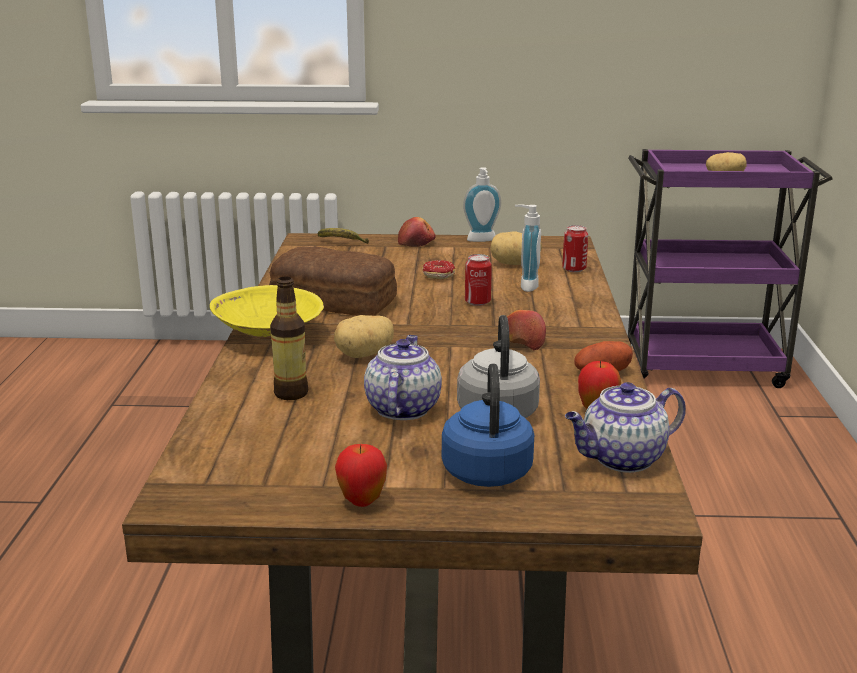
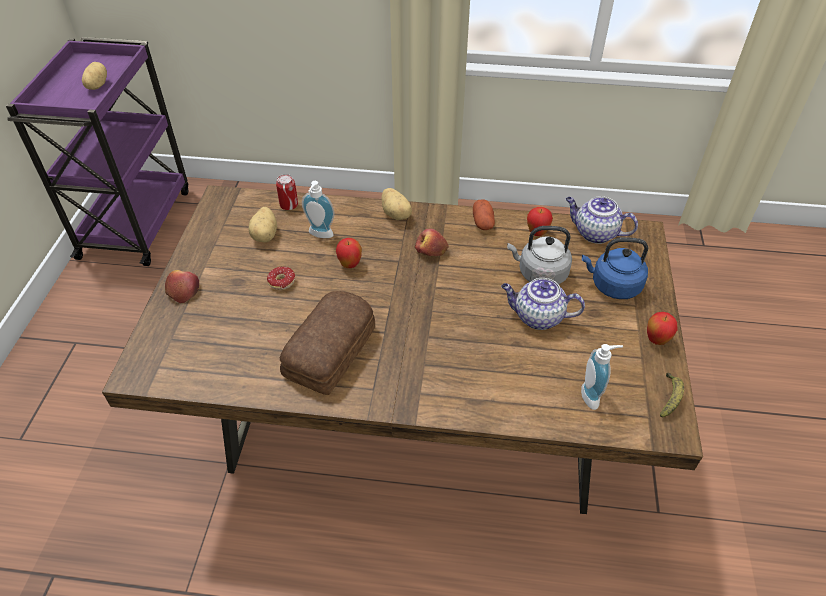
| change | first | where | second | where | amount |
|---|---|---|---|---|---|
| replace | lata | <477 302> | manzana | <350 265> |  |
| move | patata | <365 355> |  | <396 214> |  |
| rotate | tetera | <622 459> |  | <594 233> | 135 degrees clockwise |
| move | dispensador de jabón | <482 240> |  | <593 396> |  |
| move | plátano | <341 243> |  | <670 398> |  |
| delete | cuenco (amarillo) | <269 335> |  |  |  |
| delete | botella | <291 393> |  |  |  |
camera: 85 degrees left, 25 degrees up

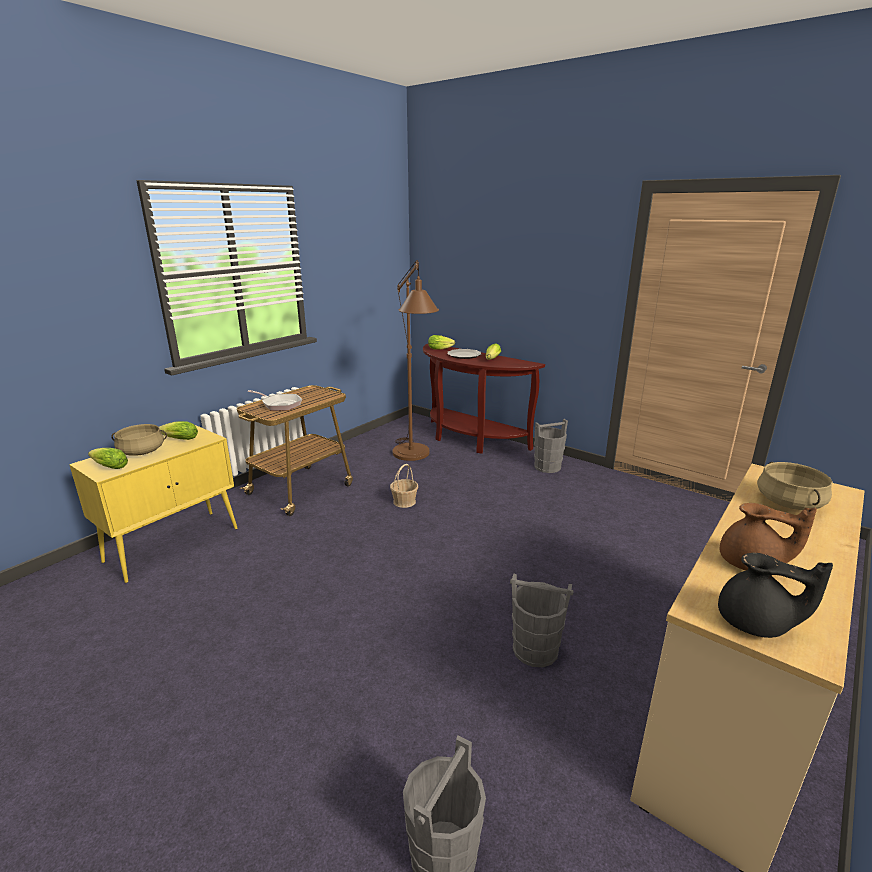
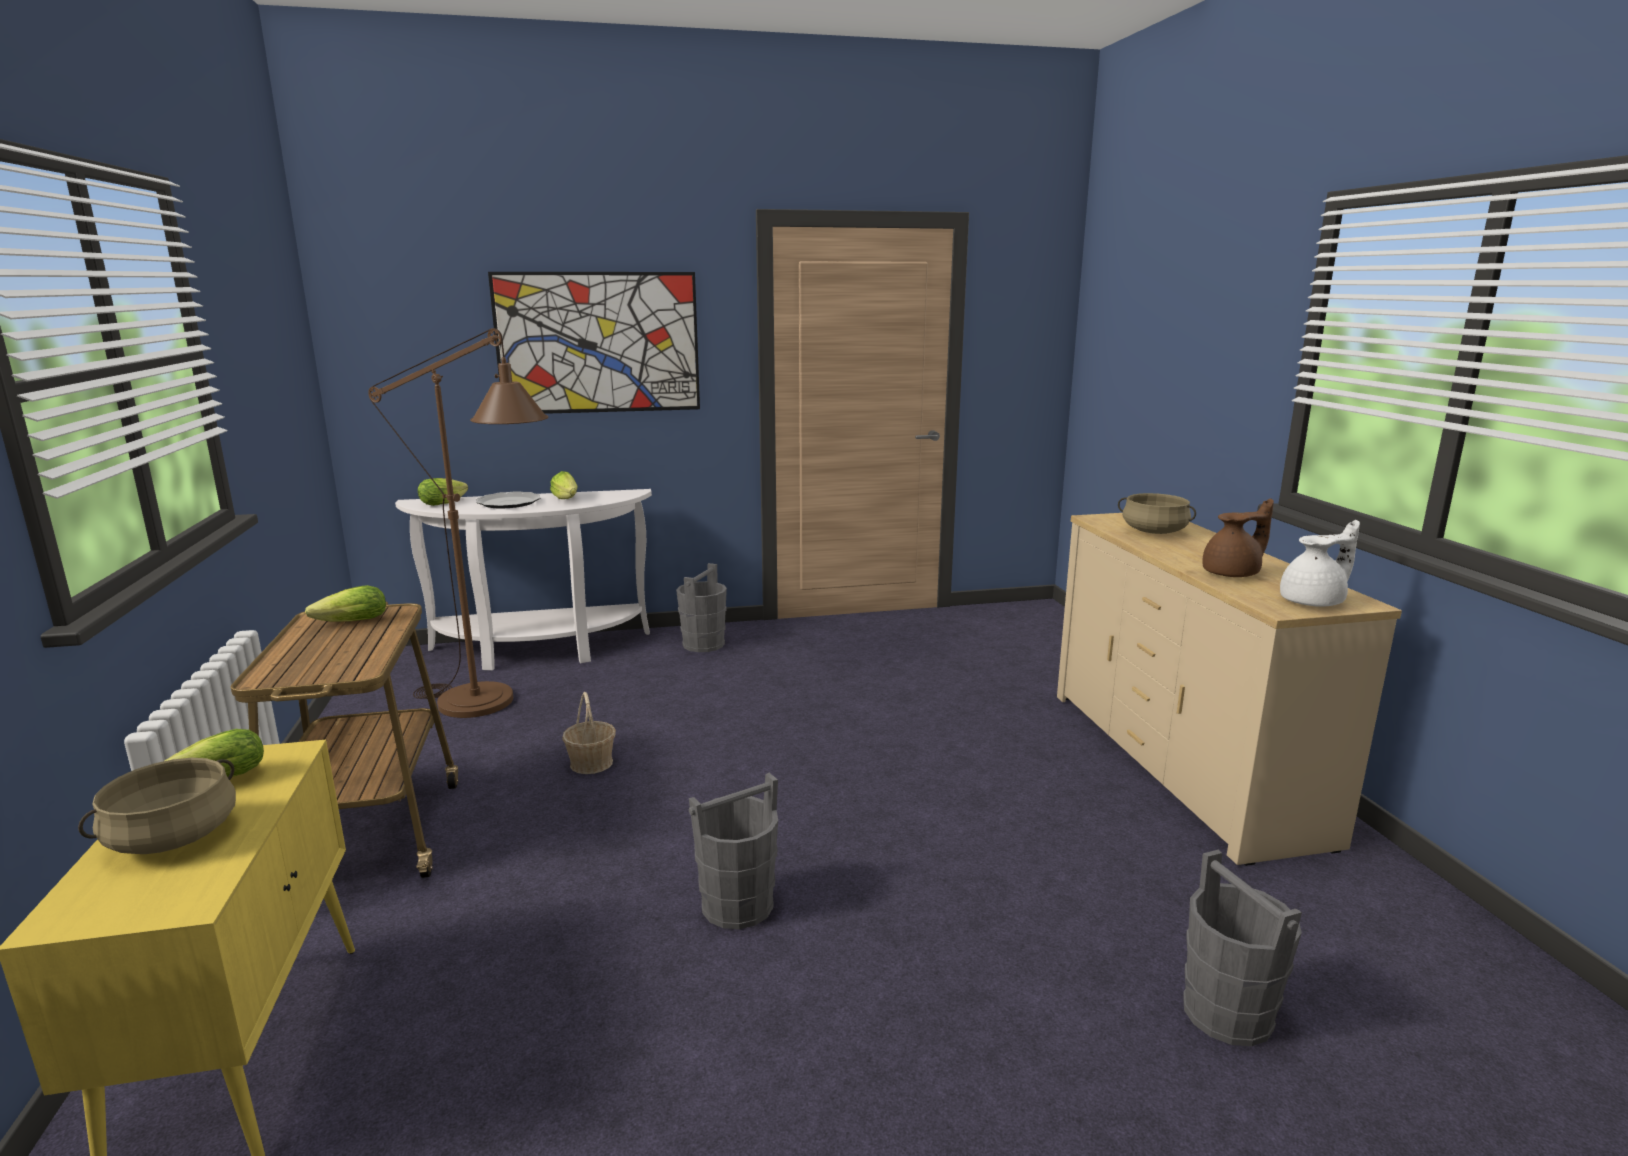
| change | first | where | second | where | amount |
|---|---|---|---|---|---|
| move | lechuga | <108 467> |  | <348 623> |  |
| recolor | mesa consola (marrón) | <470 439> | mesa consola (blanco) | <539 651> |  |
| insert |  |  | cuadro | <598 343> |  |
| move | cubo (gris) | <534 649> |  | <736 905> |  |
| recolor | tetera (negro) | <755 624> | tetera (blanco) | <1314 602> |  |
| delete | sartén | <279 404> |  |  |  |
camera: 50 degrees left, 5 degrees down

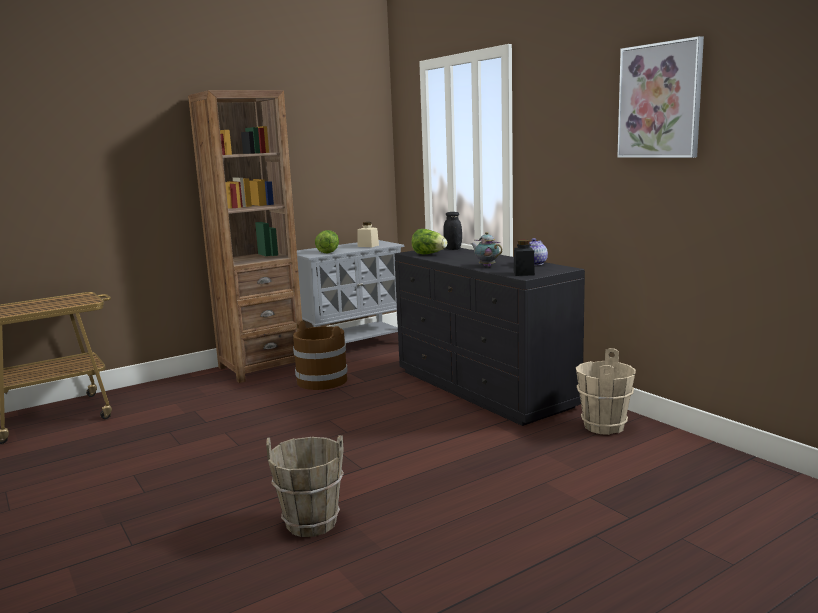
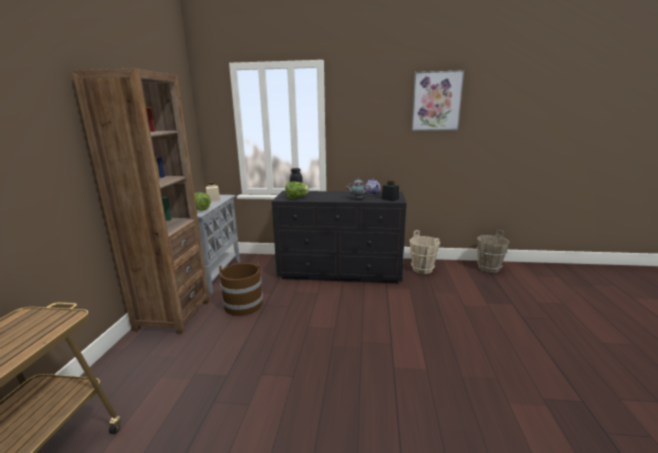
| change | first | where | second | where | amount |
|---|---|---|---|---|---|
| move | cubo (marrón) | <311 522> |  | <488 268> |  |
camera: 50 degrees left, 5 degrees up

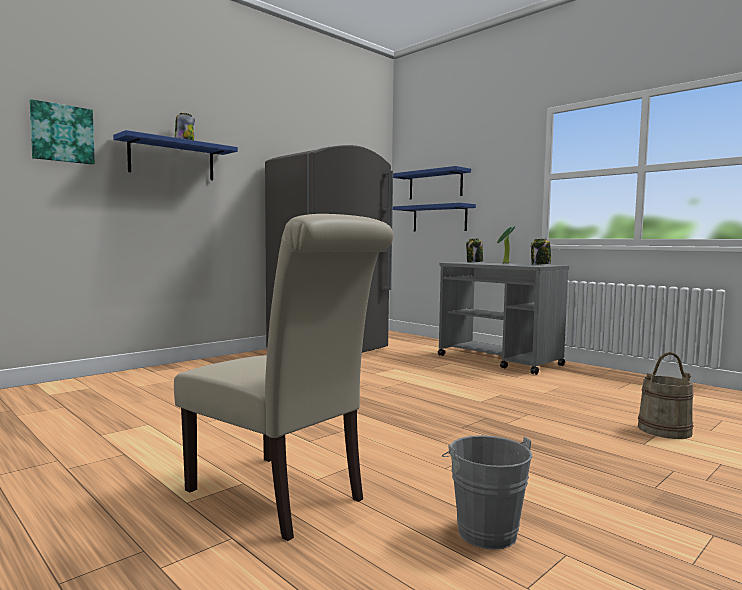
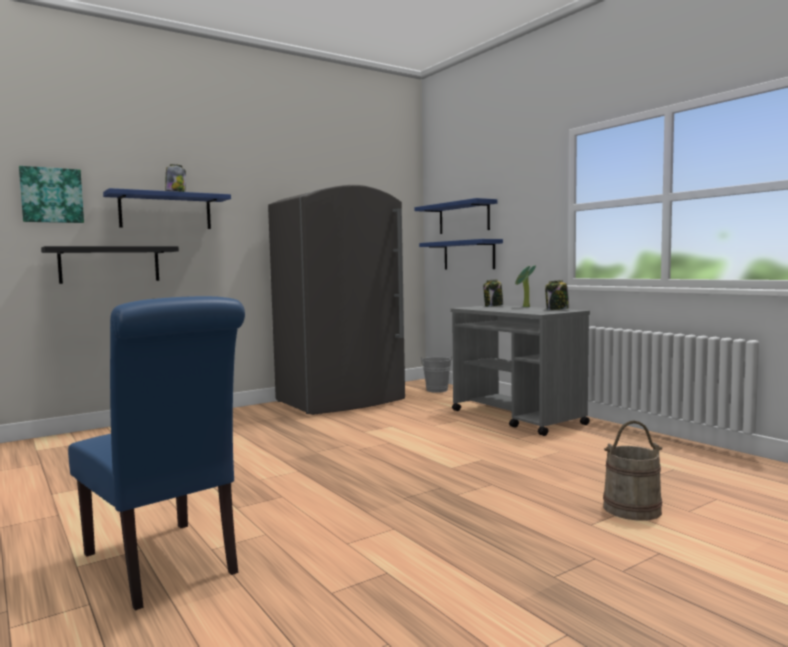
| change | first | where | second | where | amount |
|---|---|---|---|---|---|
| insert |  |  | estante (negro) | <110 264> |  |
| recolor | silla (beis) | <282 497> | silla (azul) | <165 566> |  |
| move | cubo (gris) | <483 529> |  | <436 389> |  |
camera: 10 degrees right, 0 degrees up

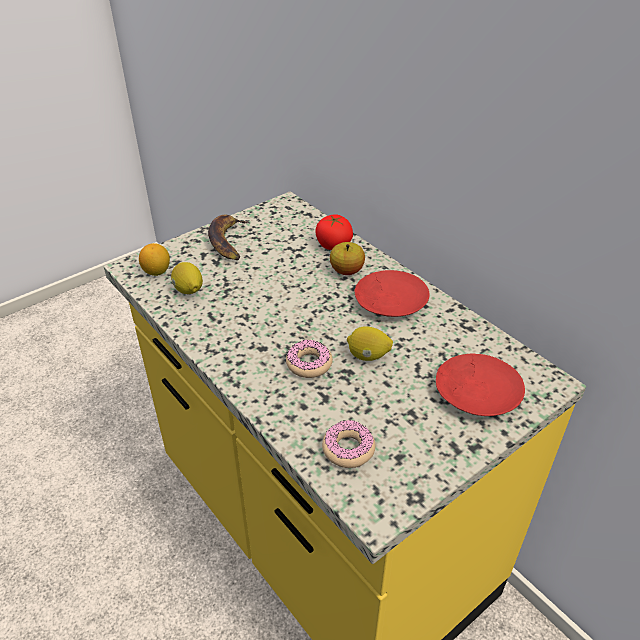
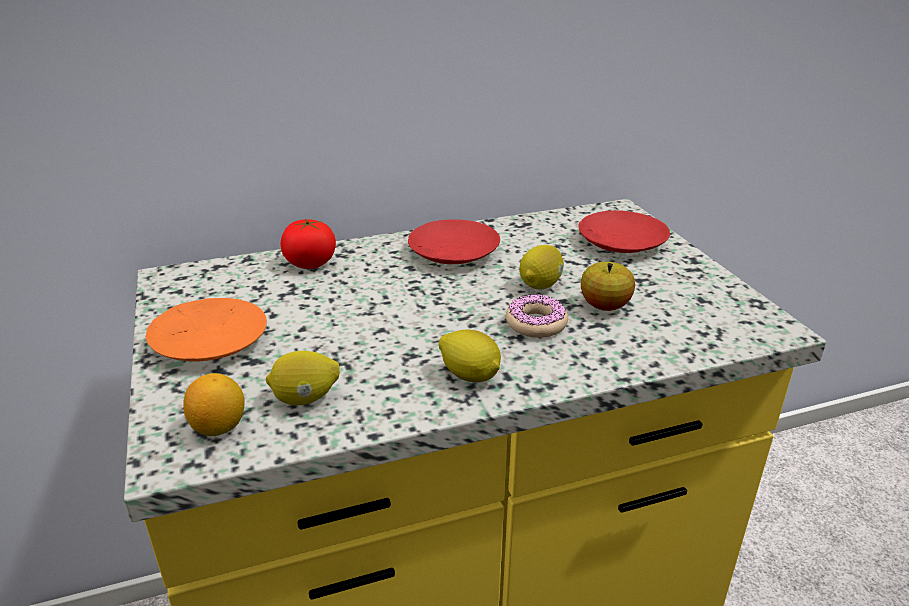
| change | first | where | second | where | amount |
|---|---|---|---|---|---|
| replace | plátano | <228 241> | plato (naranja) | <209 341> |  |
| insert |  |  | limón | <470 375> |  |
| move | manzana | <346 271> |  | <605 306> |  |
| delete | rosquilla | <348 449> |  |  |  |
camera: 70 degrees left, 10 degrees down

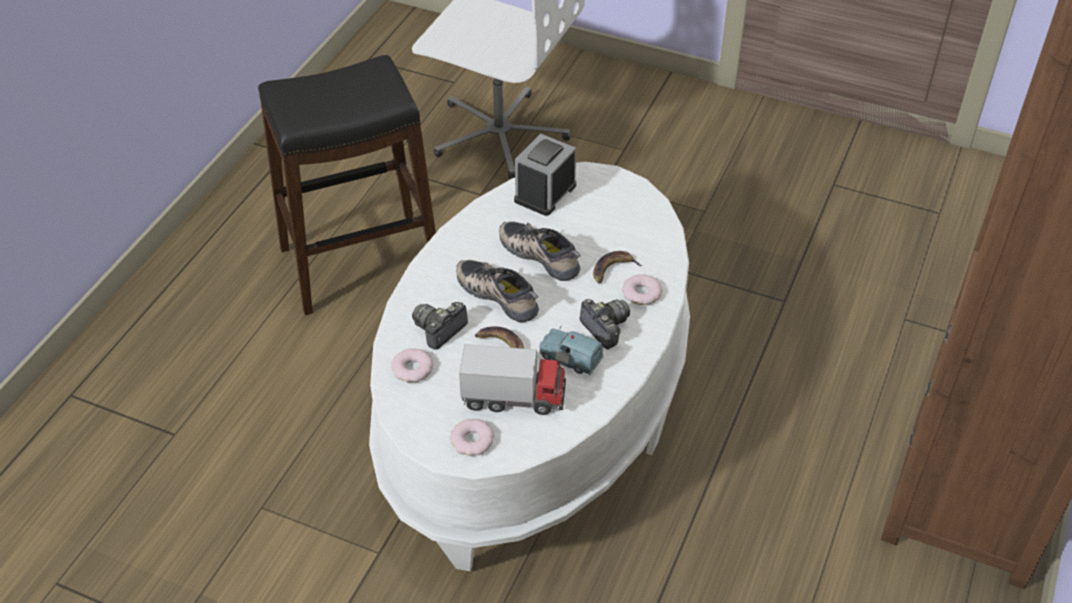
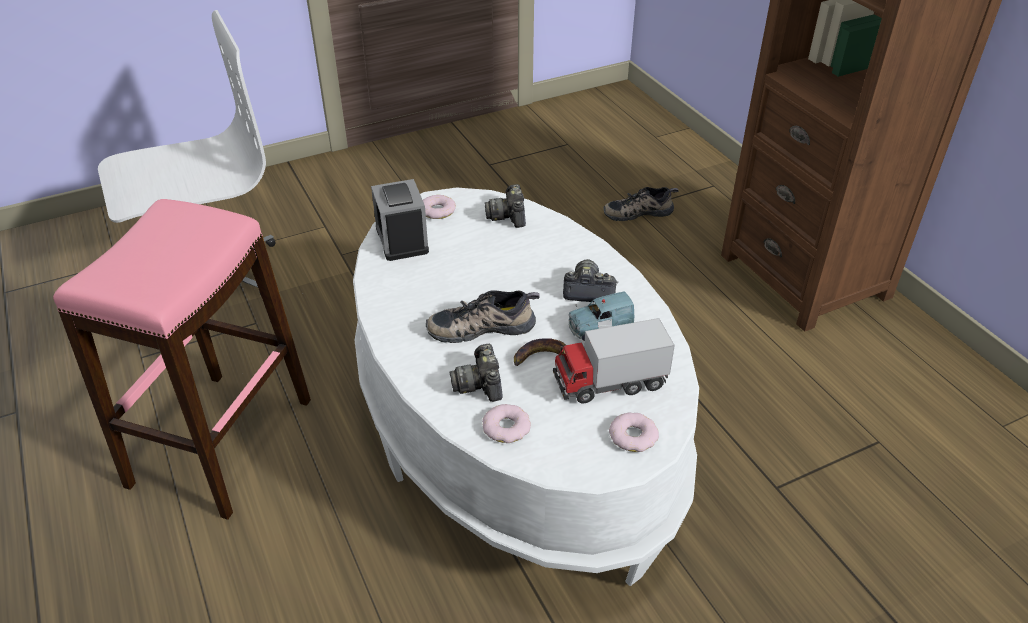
| change | first | where | second | where | amount |
|---|---|---|---|---|---|
| recolor | taburete (negro) | <360 262> | taburete (rosa) | <221 441> |  |
| move | rosquilla | <641 293> |  | <437 211> |  |
| insert |  |  | cámara | <508 216> |  |
| rotate | camión de juguete | <514 398> |  | <609 383> | 150 degrees counterclockwise |
| move | zapato | <542 254> |  | <638 211> |  |
| delete | plátano | <613 270> |  |  |  |
camera: 50 degrees left, 5 degrees down

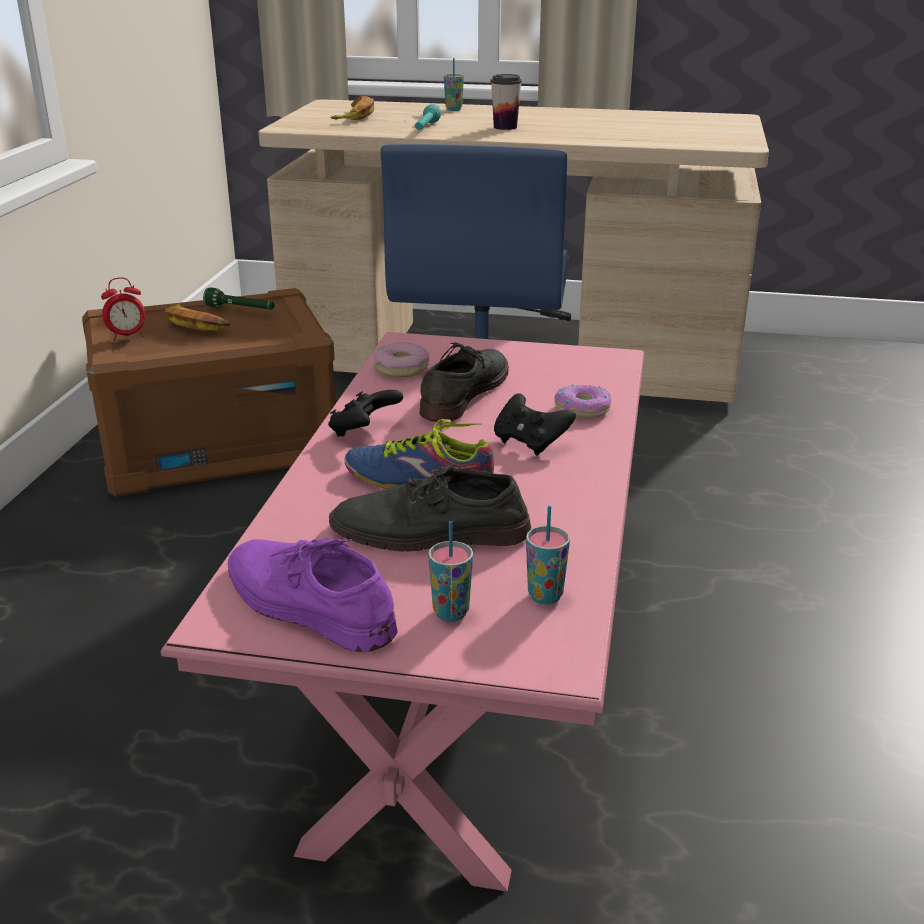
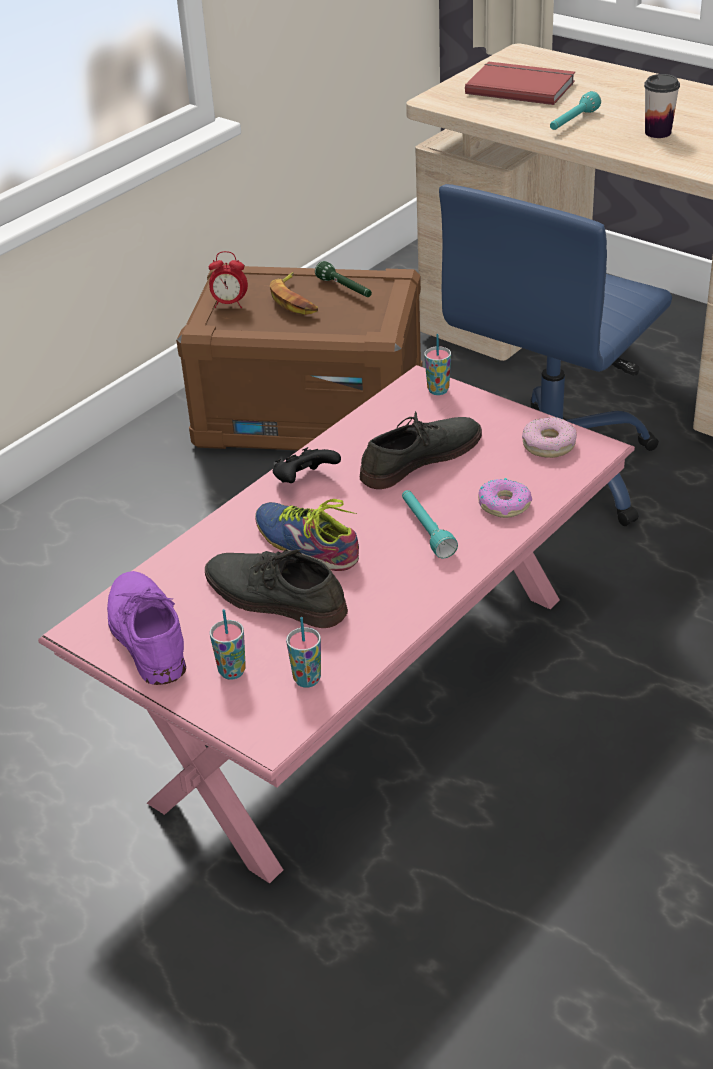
| change | first | where | second | where | amount |
|---|---|---|---|---|---|
| replace | mando de consola (negro) | <530 443> | linterna (turquesa) | <426 530> |  |
| move | taza | <453 109> |  | <438 390> |  |
| replace | plátano | <353 116> | libro (rojo) | <520 86> |  |
| move | rosquilla | <401 368> |  | <548 445> |  |
camera: 30 degrees right, 10 degrees up

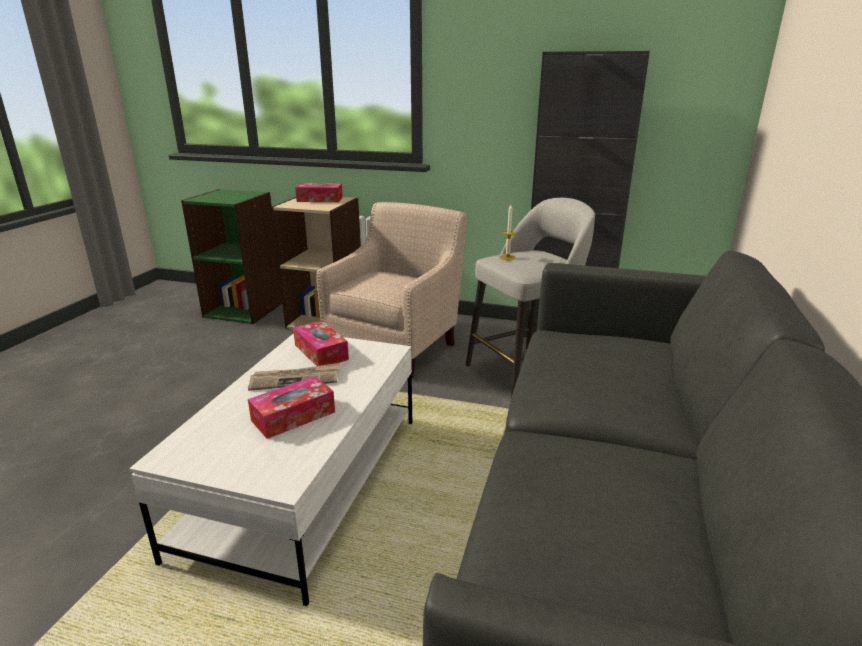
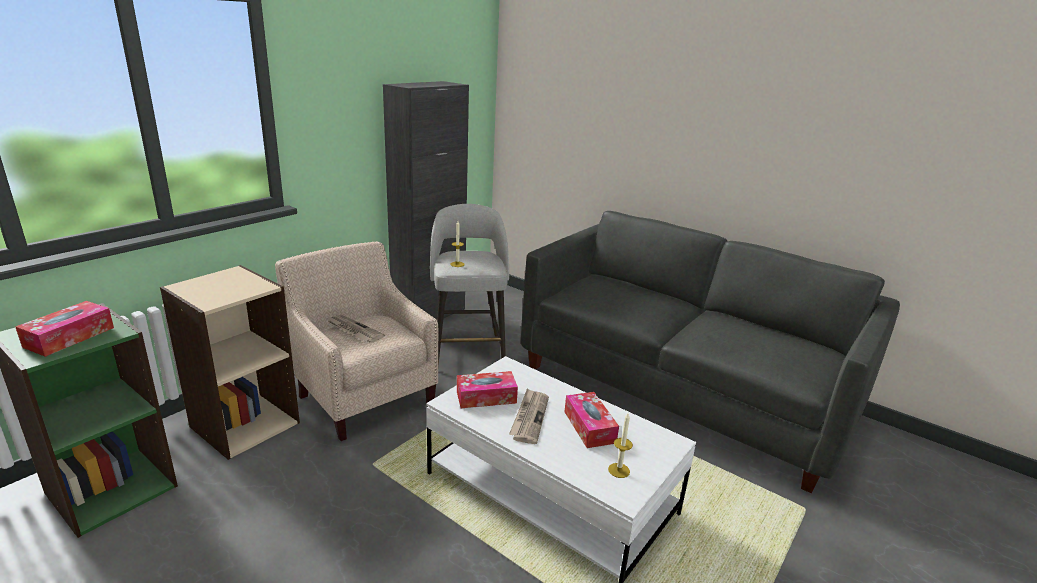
| change | first | where | second | where | amount |
|---|---|---|---|---|---|
| move | caja de pañuelos | <320 199> |  | <69 337> |  |
| insert |  |  | periódico | <353 330> |  |
| insert |  |  | vela | <619 470> |  |
camera: 70 degrees left, 0 degrees up

